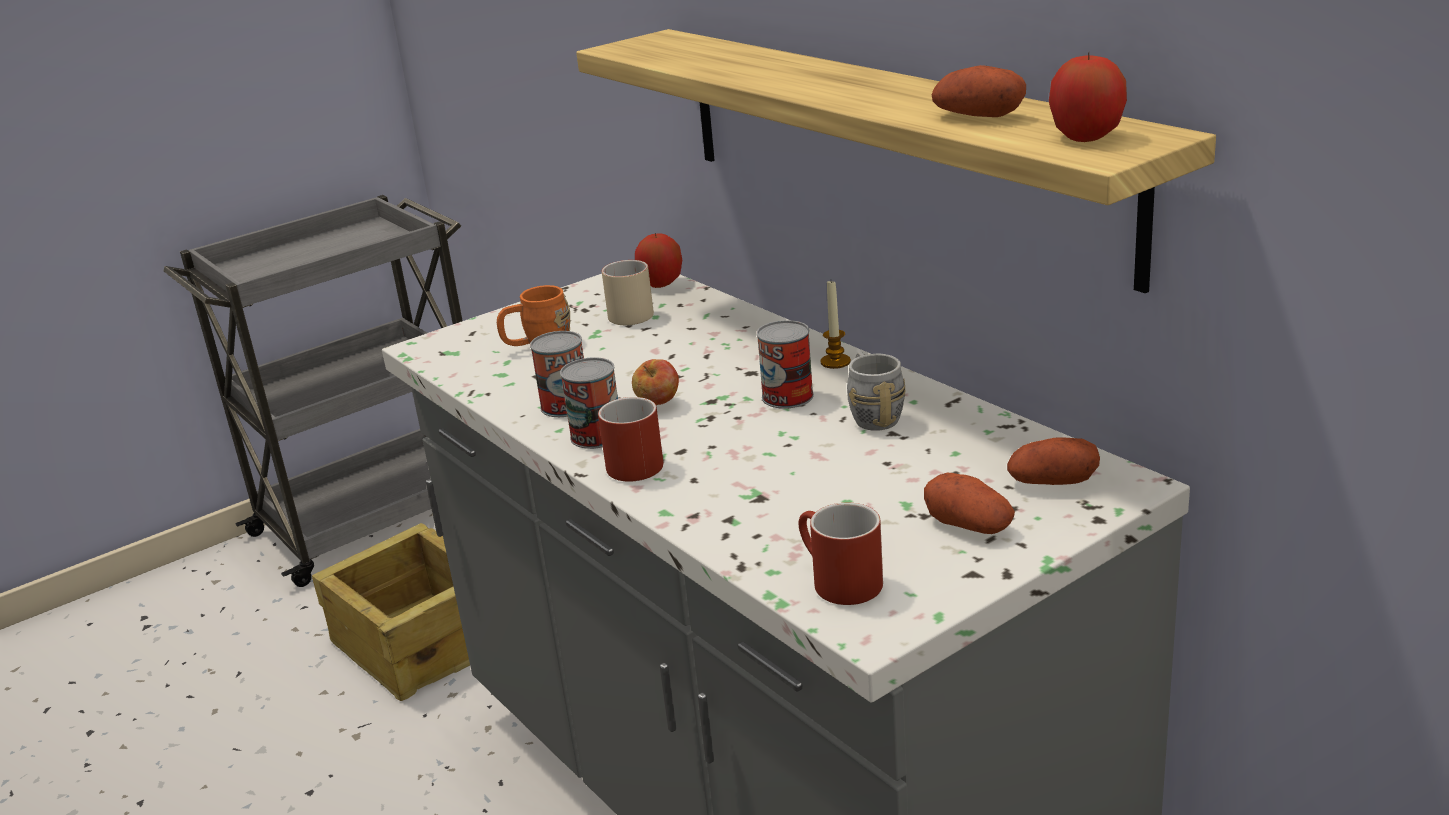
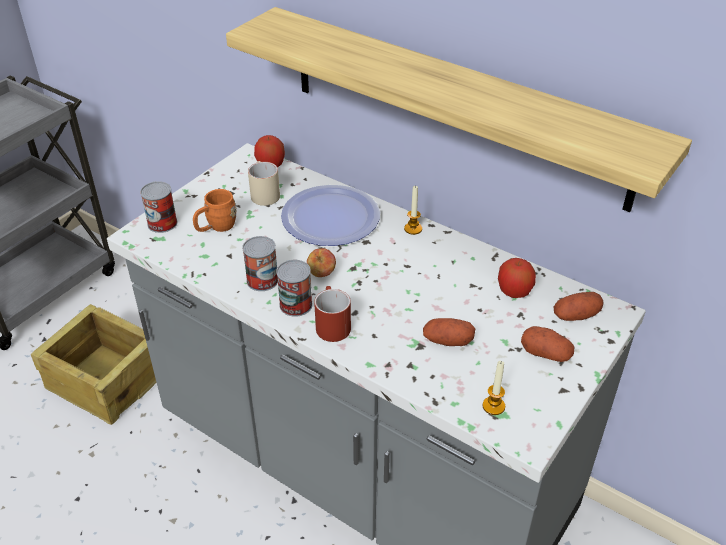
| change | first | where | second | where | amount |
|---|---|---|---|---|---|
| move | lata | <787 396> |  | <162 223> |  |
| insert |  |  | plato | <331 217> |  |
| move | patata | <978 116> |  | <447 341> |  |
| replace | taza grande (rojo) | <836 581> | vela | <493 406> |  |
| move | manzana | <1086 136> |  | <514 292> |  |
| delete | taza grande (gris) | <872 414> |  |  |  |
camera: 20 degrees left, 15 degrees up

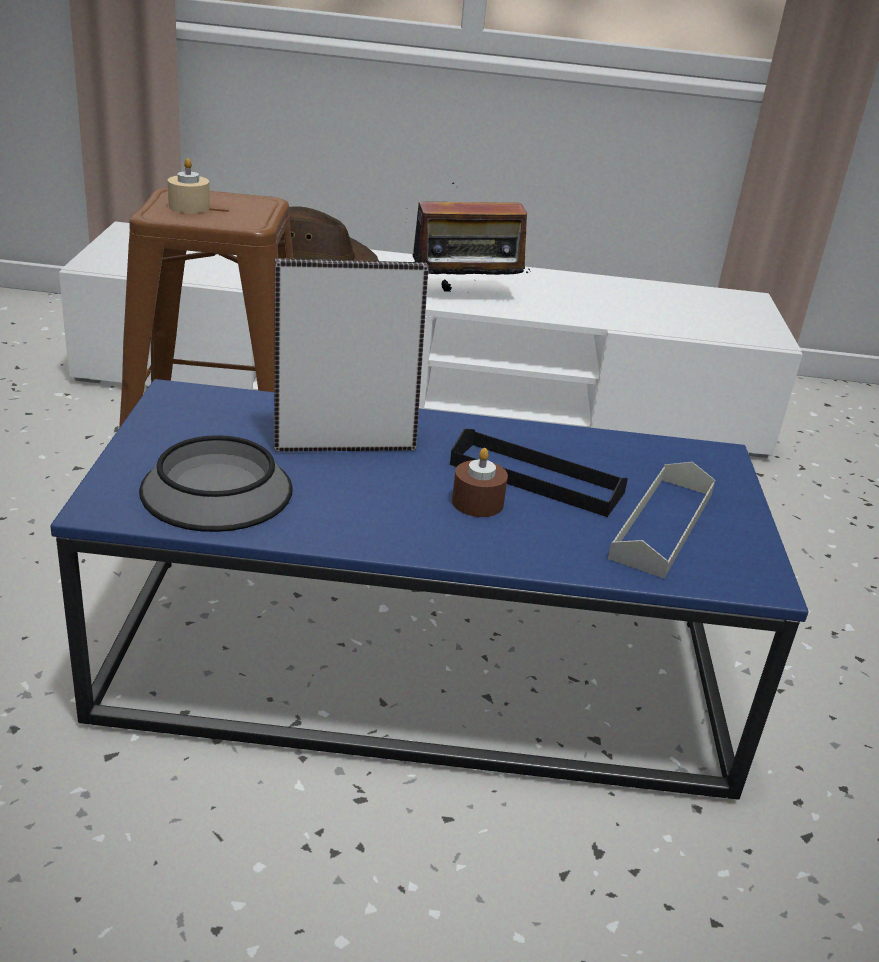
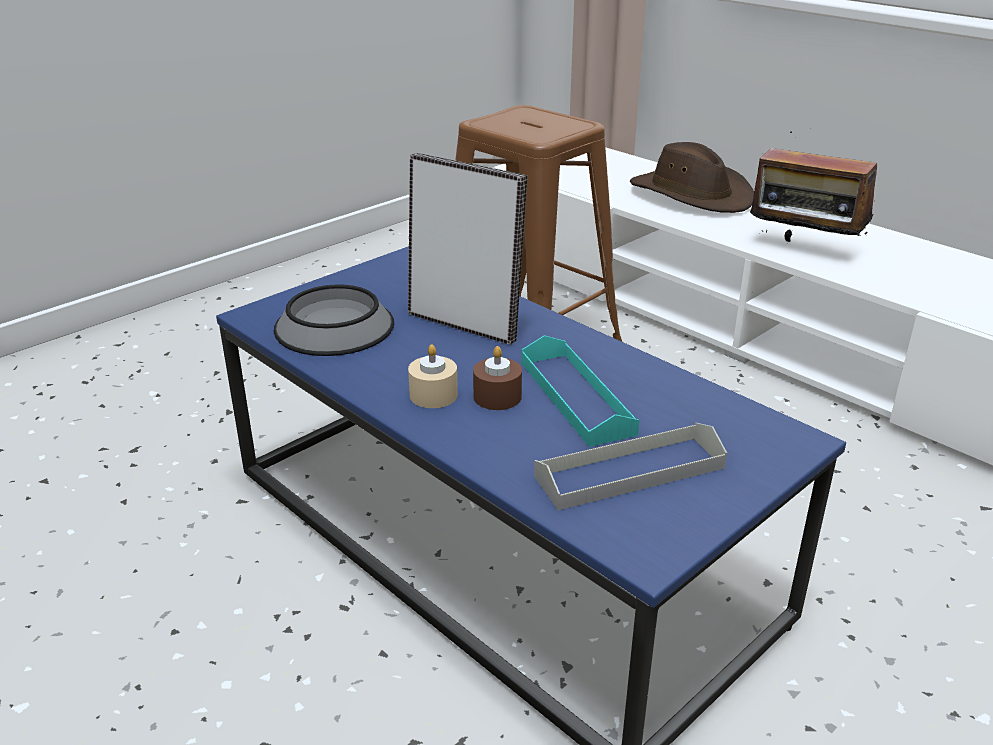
| change | first | where | second | where | amount |
|---|---|---|---|---|---|
| move | vela (beis) | <189 207> |  | <433 395> |  |
| recolor | bandeja (negro) | <536 478> | bandeja (turquesa) | <576 397> |  |
camera: 45 degrees right, 0 degrees up

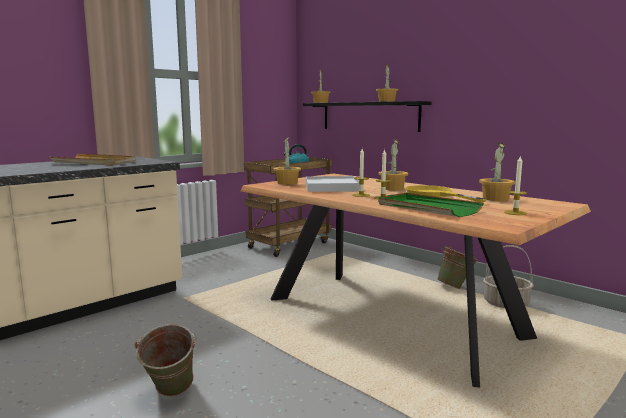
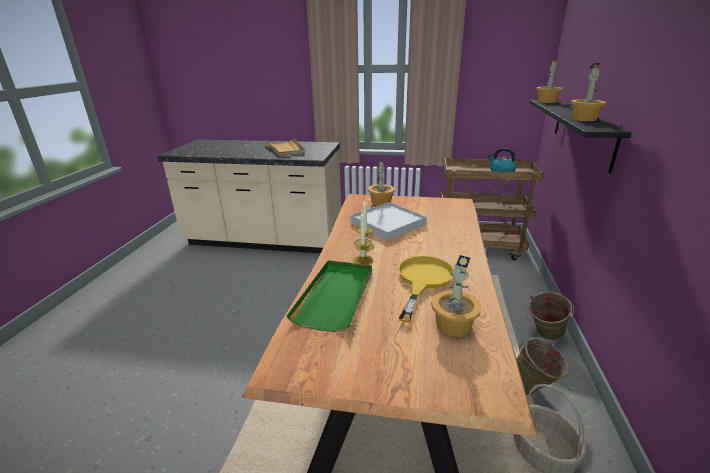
| change | first | where | second | where | amount |
|---|---|---|---|---|---|
| move | cubo (verde) | <170 395> |  | <543 336> |  |
| delete | planta en maceta | <392 188> |  |  |  |
| delete | vela | <515 213> |  |  |  |
camera: 55 degrees right, 15 degrees up

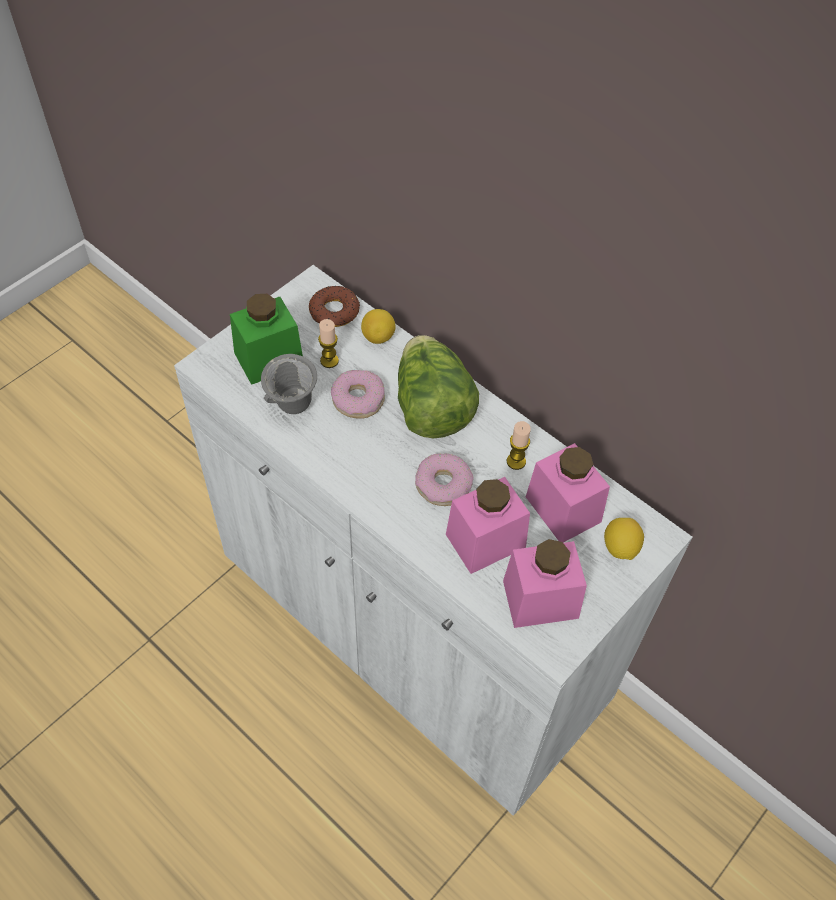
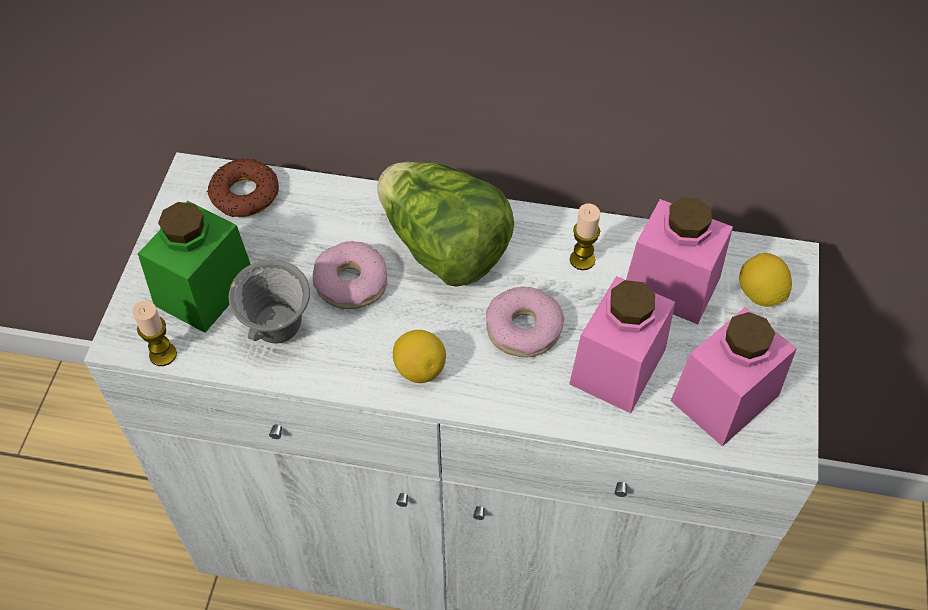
| change | first | where | second | where | amount |
|---|---|---|---|---|---|
| move | vela | <329 361> |  | <163 354> |  |
| move | limón | <378 337> |  | <419 369> |  |
camera: 30 degrees left, 0 degrees up

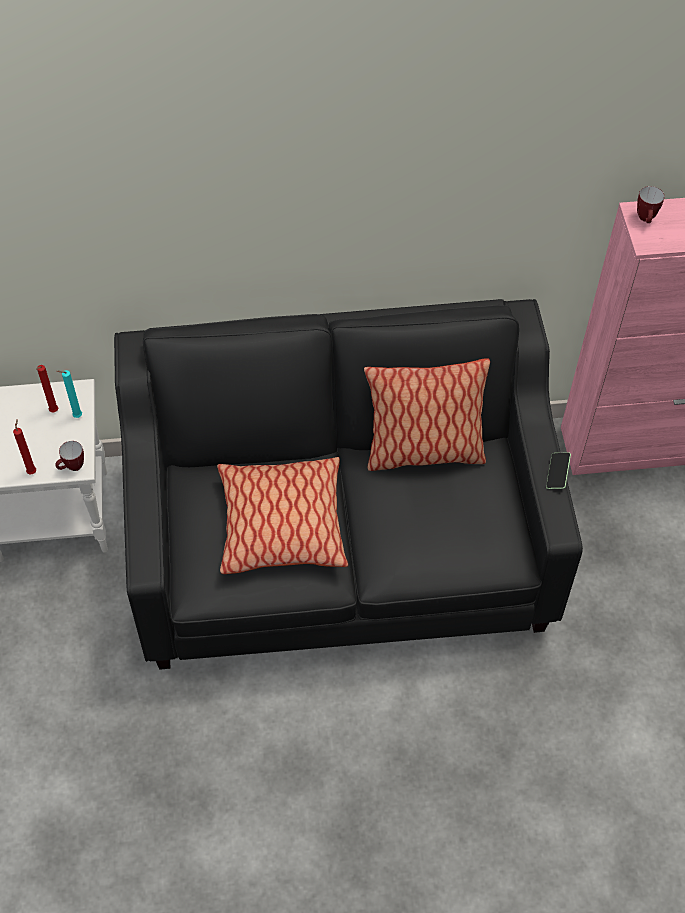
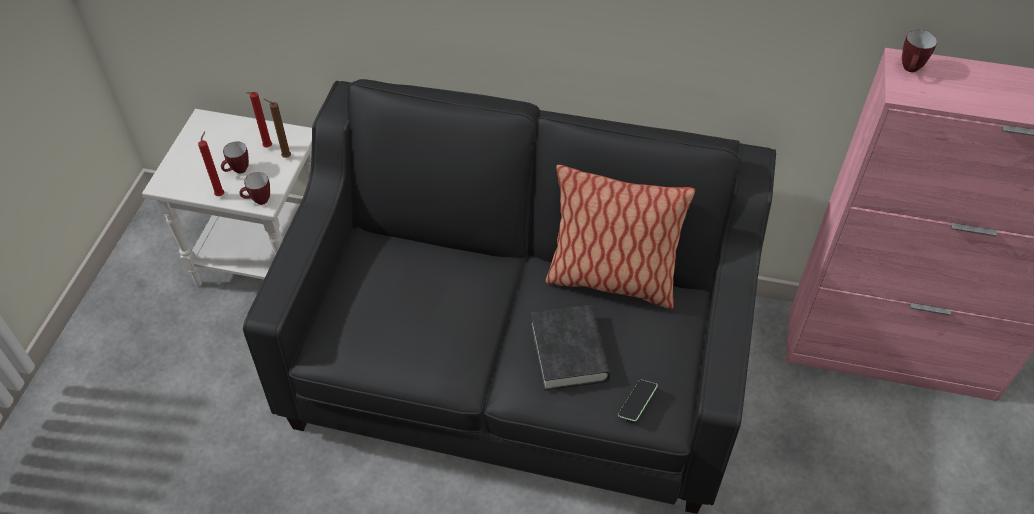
| change | first | where | second | where | amount |
|---|---|---|---|---|---|
| insert |  |  | taza grande | <238 171> |  |
| recolor | vela (turquesa) | <76 416> | vela (marrón) | <285 157> |  |
| insert |  |  | libro (negro) | <569 352> |  |
| move | móvil | <557 474> |  | <637 403> |  |
| delete | cojín | <281 525> |  |  |  |
camera: 20 degrees right, 5 degrees down

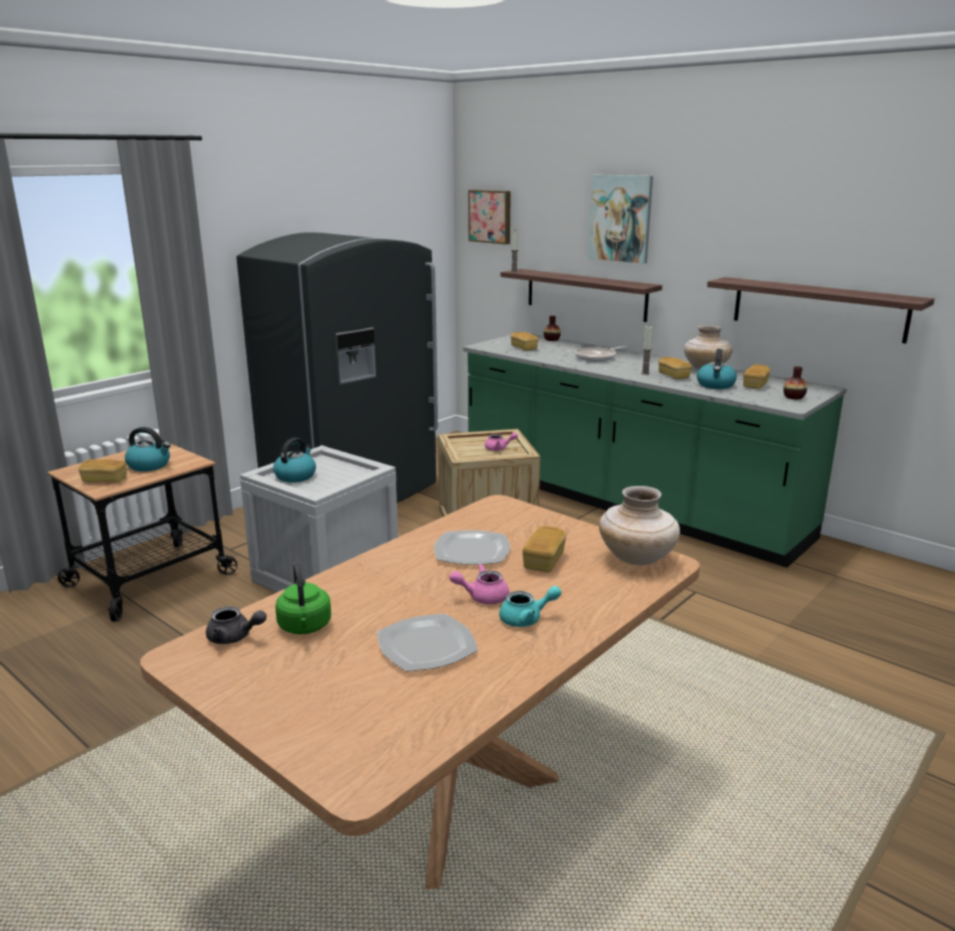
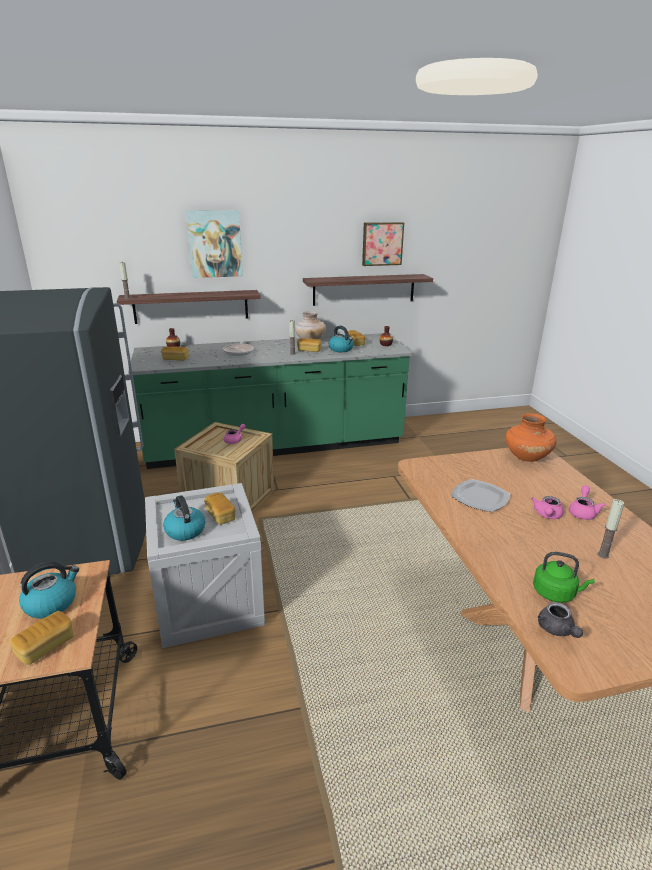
| change | first | where | second | where | amount |
|---|---|---|---|---|---|
| move | pan | <544 561> |  | <220 515> |  |
| move | cuadro | <490 216> |  | <382 243> |  |
| recolor | florero (beis) | <637 558> | florero (naranja) | <526 457> |  |
| rotate | tetera (gris) | <234 637> |  | <557 630> | 120 degrees clockwise |
| recolor | tetera (turquesa) | <527 619> | tetera (rosa) | <582 512> |  |
| replace | plato | <426 646> | vela | <603 555> |  |
camera: 55 degrees left, 5 degrees up

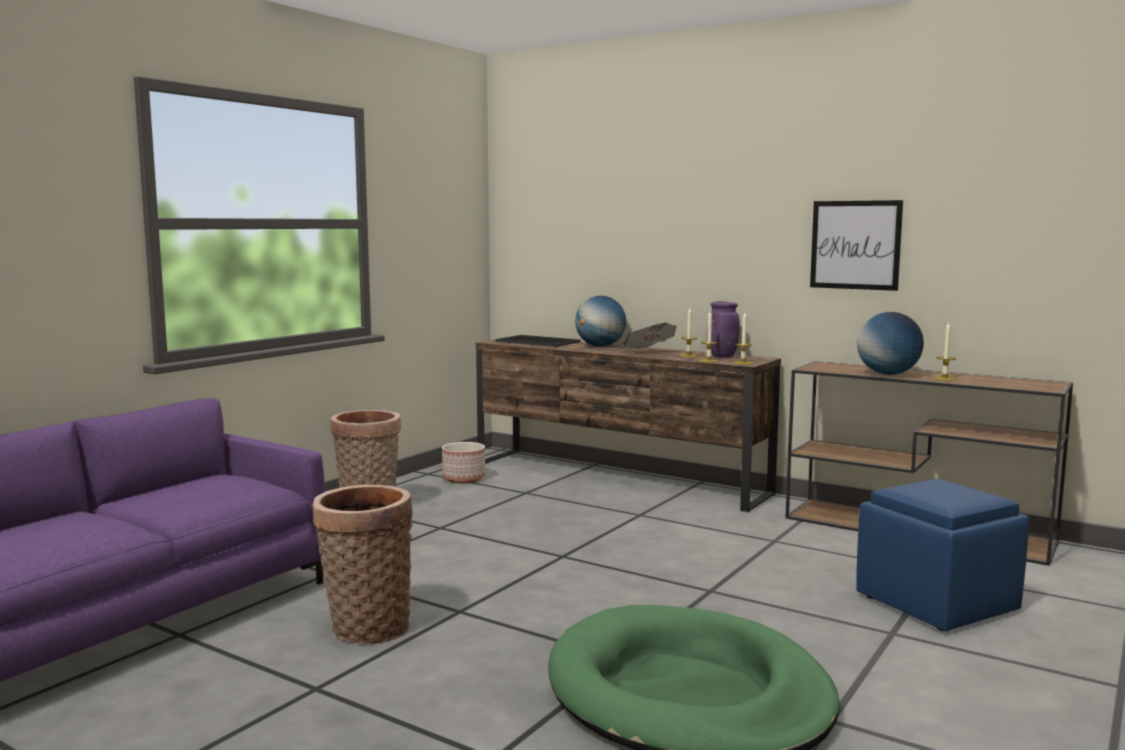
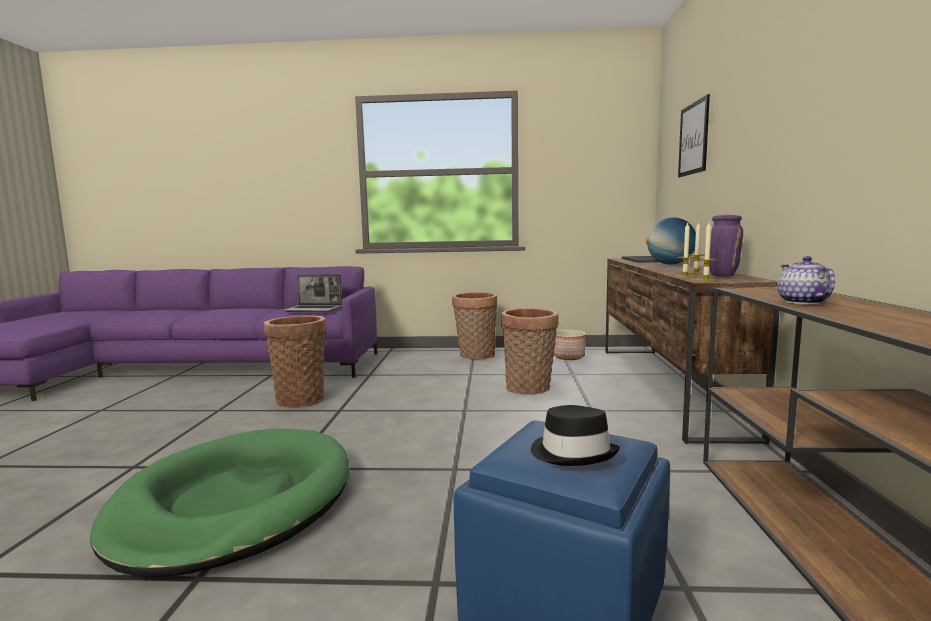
| change | first | where | second | where | amount |
|---|---|---|---|---|---|
| insert |  |  | portátil | <314 309> |  |
| insert |  |  | cesta | <529 389> |  |
| insert |  |  | sombrero (negro) | <573 453> |  |
| move | cuadro | <855 245> |  | <693 138> |  |
| replace | globo terráqueo | <888 374> | tetera | <801 302> |  |
| delete | periódico | <648 352> |  |  |  |
| delete | vela | <944 378> |  |  |  |
camera: 60 degrees right, 0 degrees up

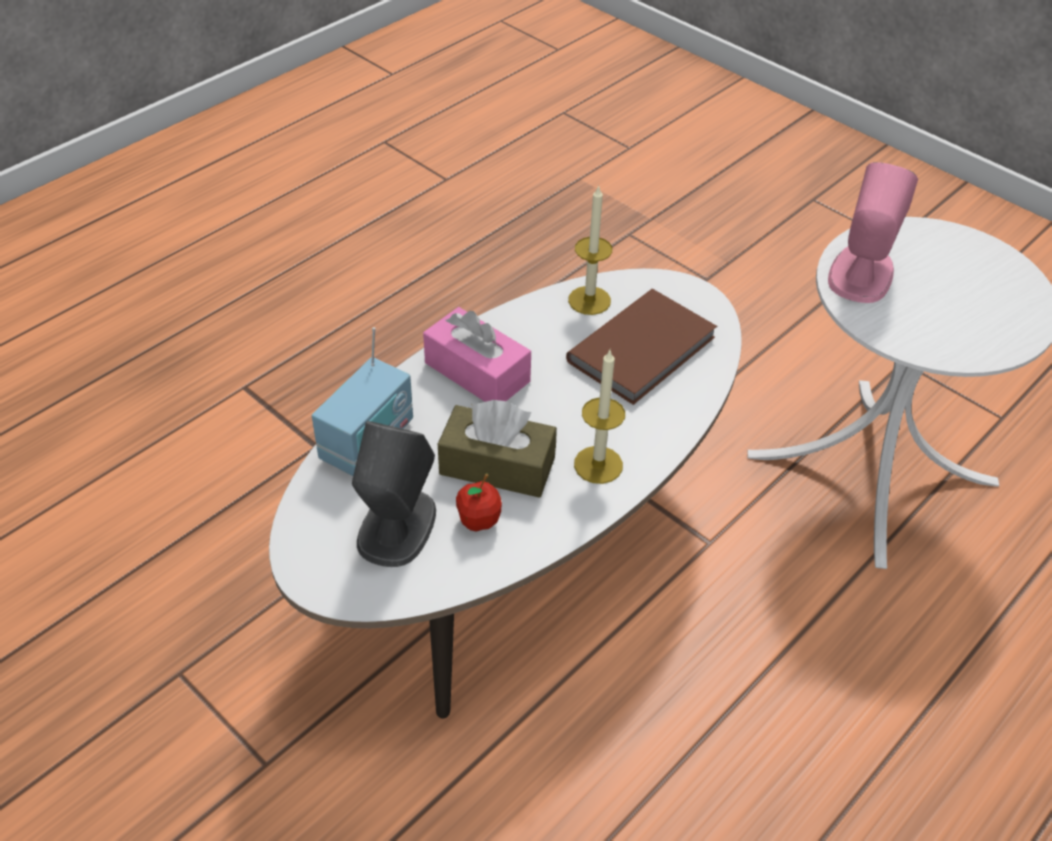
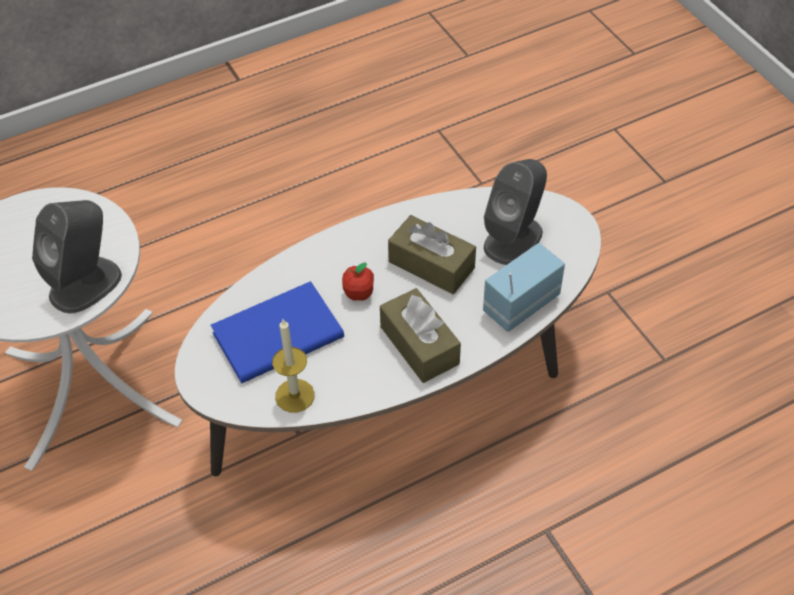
| change | first | where | second | where | amount |
|---|---|---|---|---|---|
| recolor | altavoz (rosa) | <860 275> | altavoz (gris) | <86 284> |  |
| recolor | libro (marrón) | <645 350> | libro (azul) | <275 334> |  |
| move | manzana | <479 521> |  | <359 293> |  |
| recolor | caja de pañuelos (rosa) | <477 372> | caja de pañuelos (marrón) | <419 345> |  |
| delete | vela | <598 464> |  |  |  |
camera: 160 degrees left, 5 degrees up

